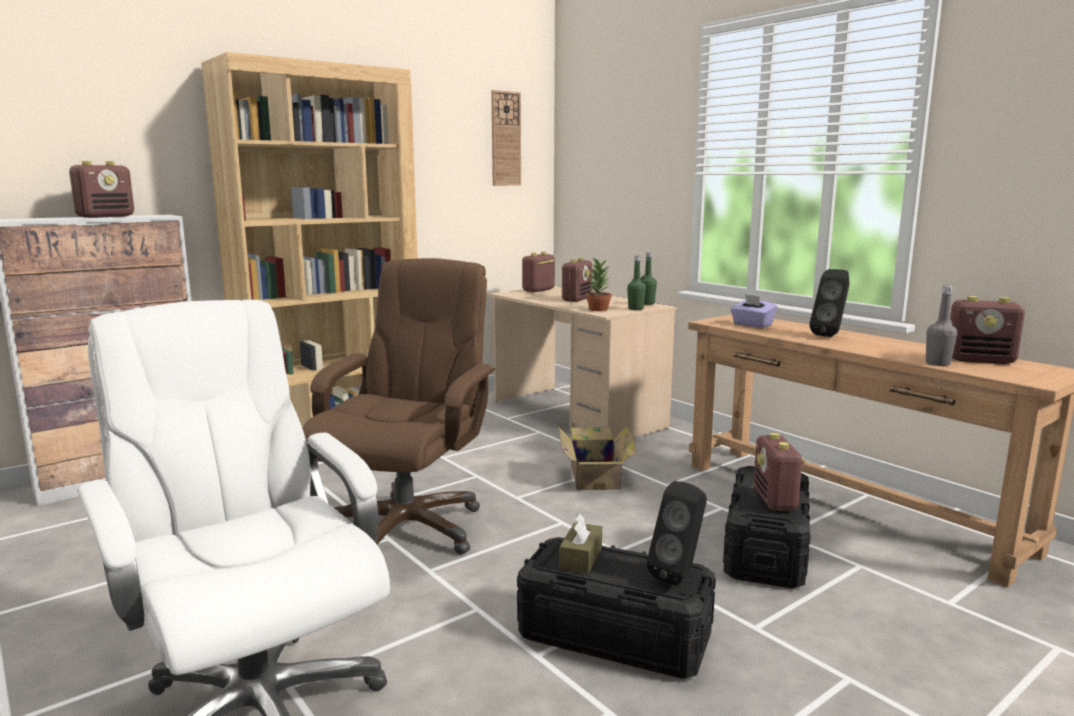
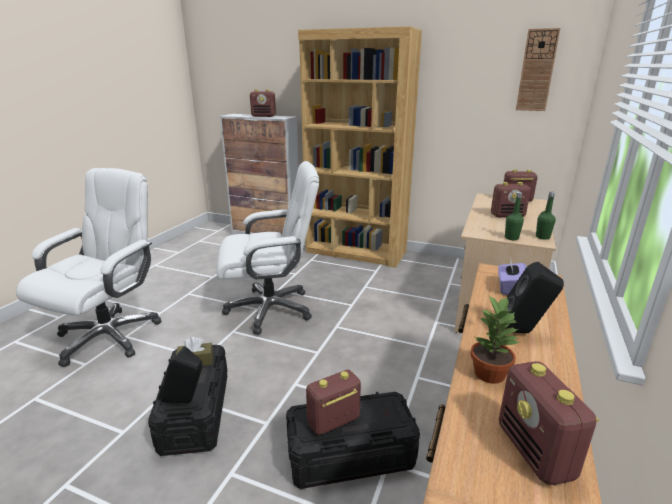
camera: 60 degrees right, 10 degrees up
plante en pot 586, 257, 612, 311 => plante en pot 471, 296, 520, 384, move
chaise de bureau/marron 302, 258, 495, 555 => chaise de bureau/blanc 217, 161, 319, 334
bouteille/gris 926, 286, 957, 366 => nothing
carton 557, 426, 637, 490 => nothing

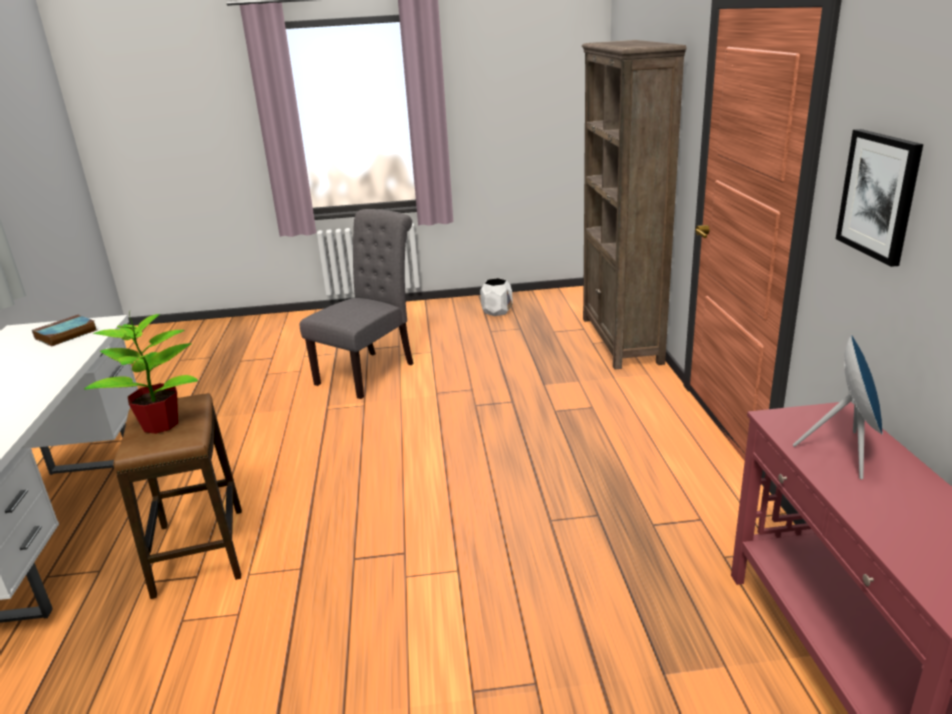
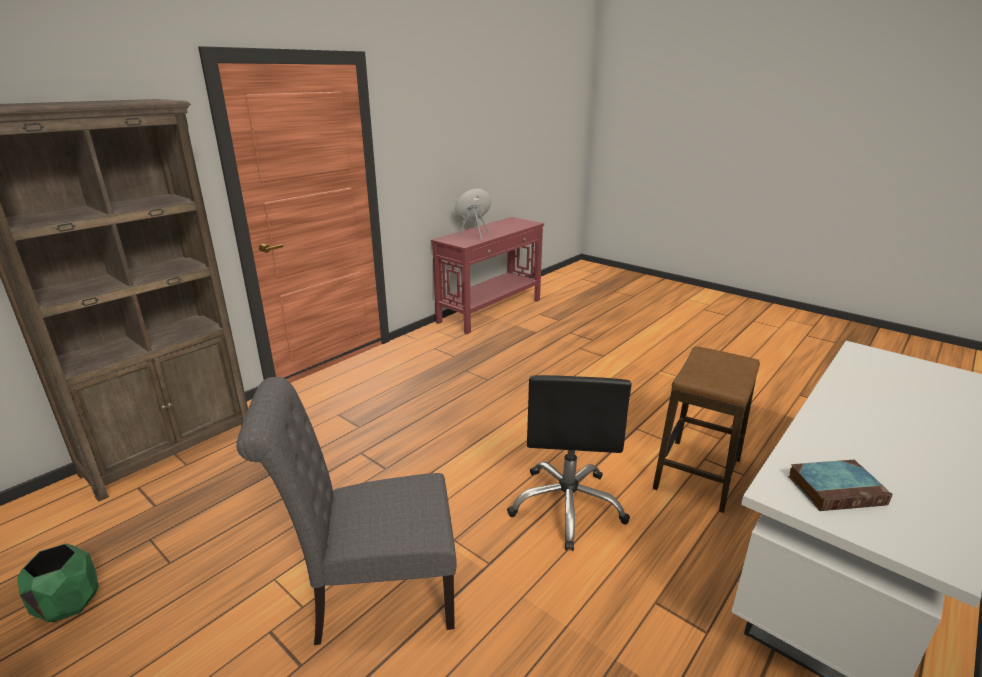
camera: 135 degrees left, 0 degrees up
tableau 836, 129, 923, 267 => nothing
cache-pot/blanc 480, 278, 513, 316 => cache-pot/vert 17, 544, 99, 622
plante en pot 84, 312, 198, 434 => nothing
nothing => chaise de bureau/noir 507, 375, 632, 551

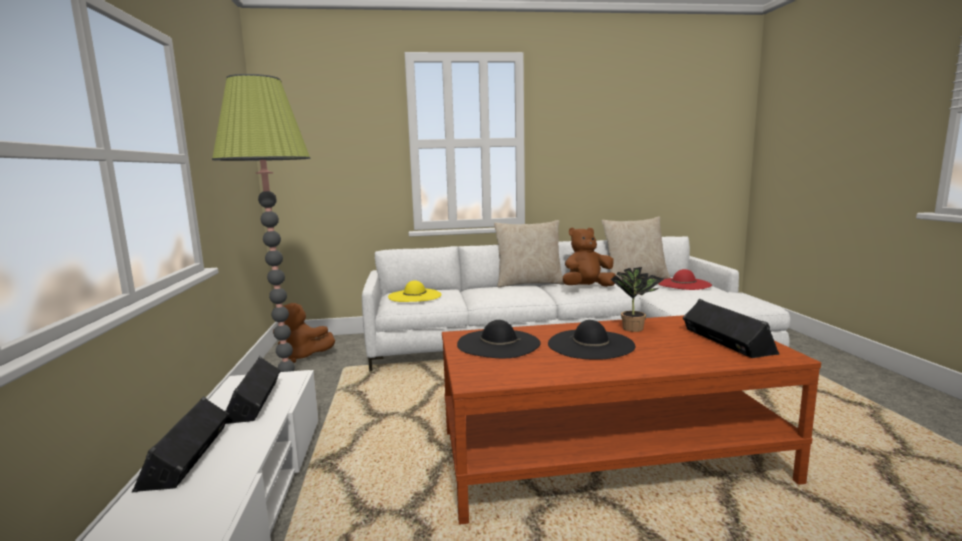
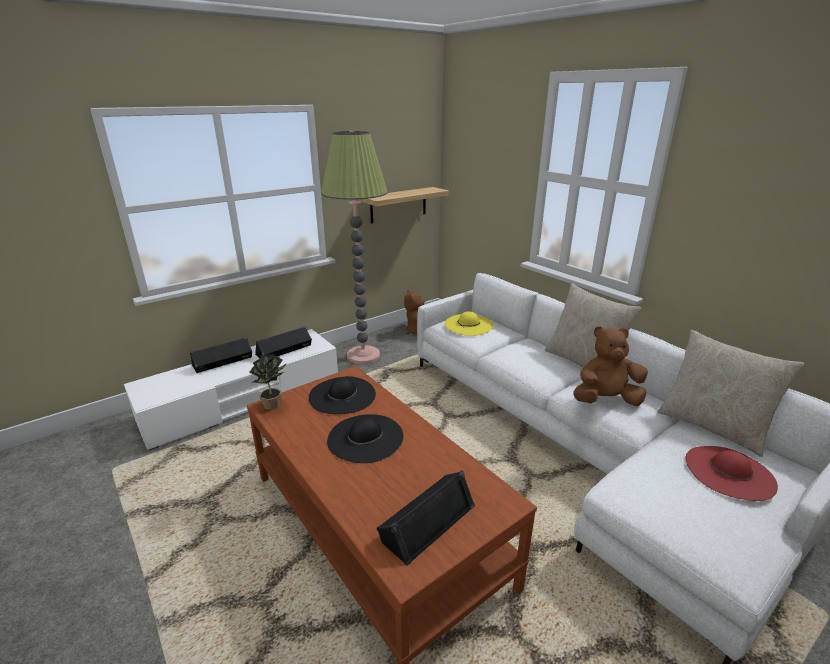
camera: 60 degrees right, 15 degrees up
peluche/marron 563, 227, 615, 287 => peluche/marron 573, 326, 648, 406, 45 degrees counterclockwise
plante en pot 611, 267, 664, 332 => plante en pot 249, 354, 287, 410, move
nothing => étagère 361, 187, 449, 224

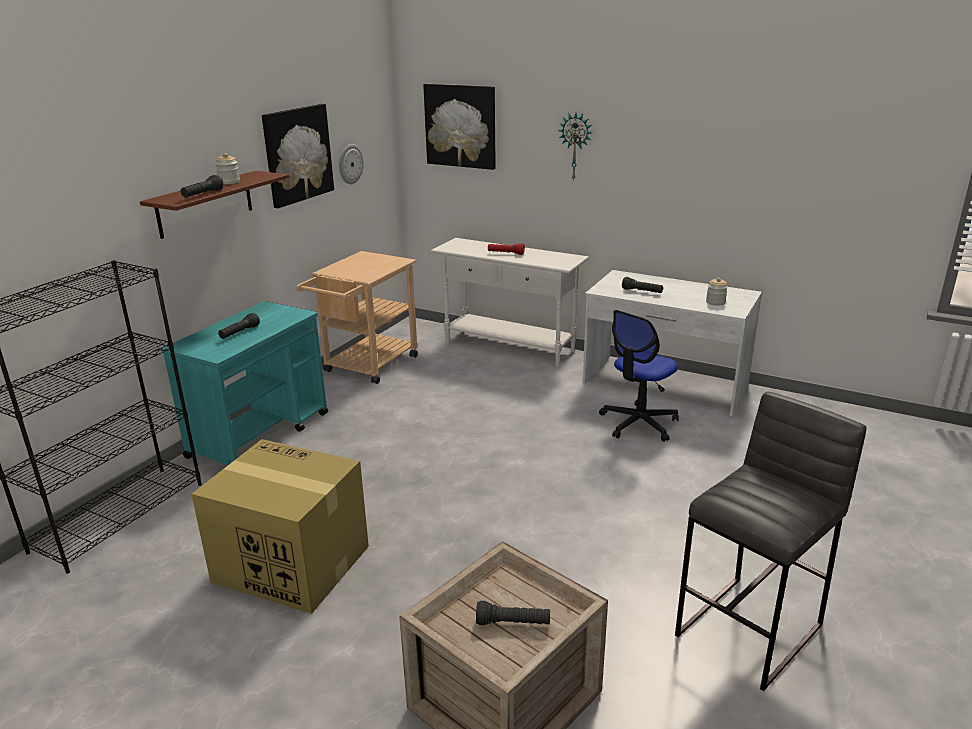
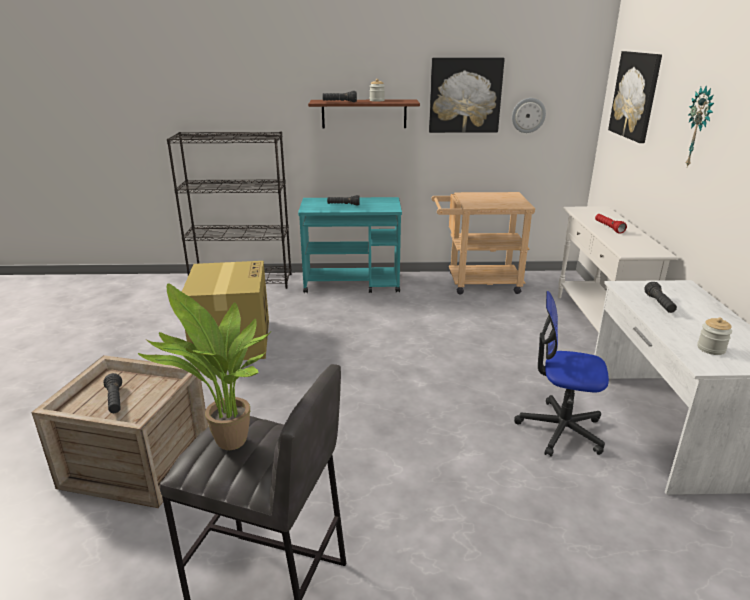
camera: 60 degrees right, 0 degrees up
nothing => plante en pot 138, 283, 272, 450

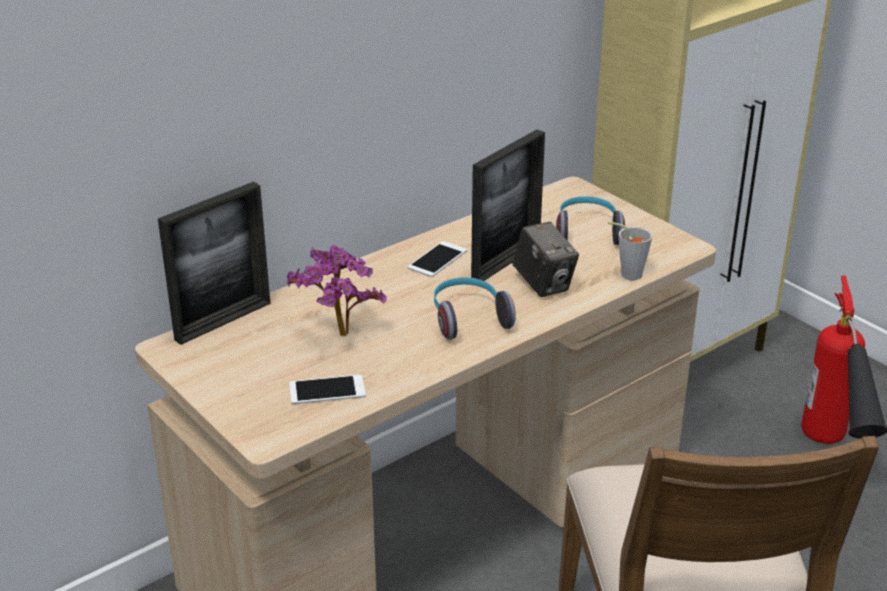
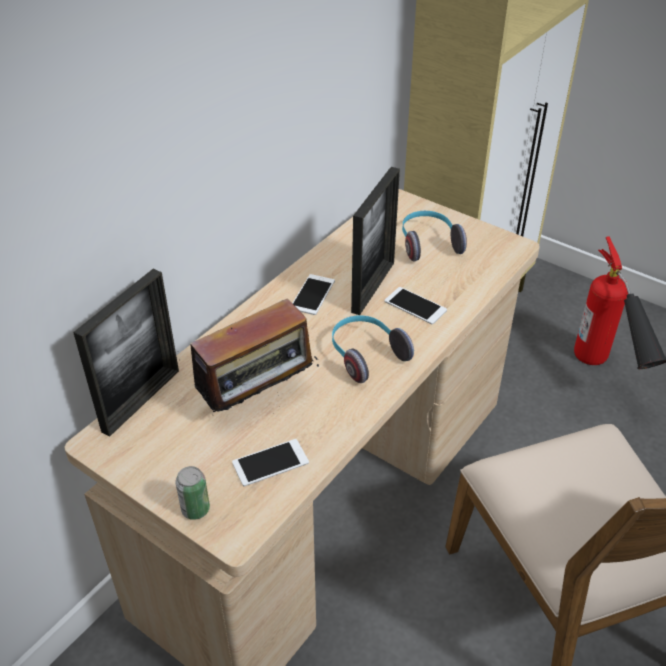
camera: 15 degrees left, 10 degrees up
appareil photo 513, 222, 579, 297 => téléphone 384, 287, 447, 325
tasse/gris 608, 222, 652, 280 => nothing
plante en pot 287, 245, 386, 336 => radio 179, 299, 319, 412
nothing => boîte métallique 176, 466, 210, 520

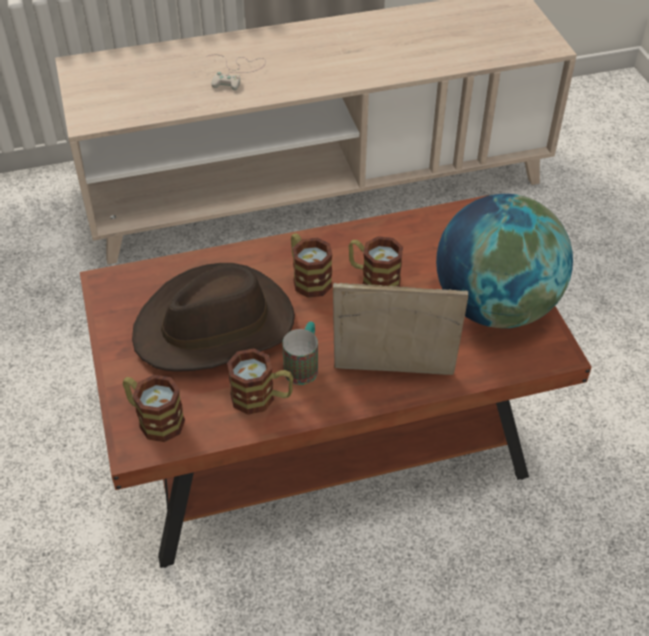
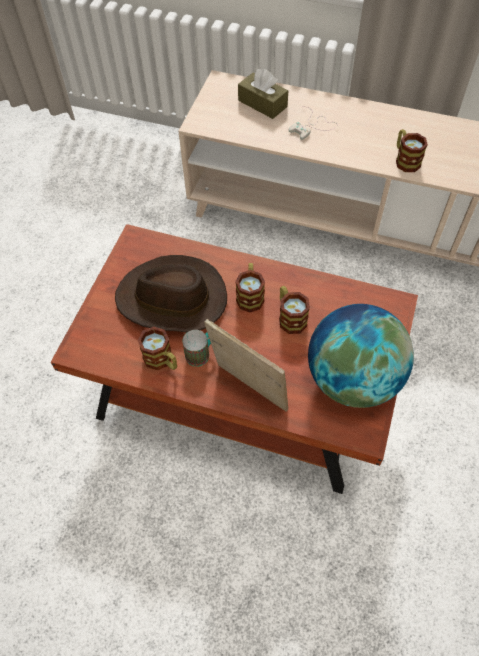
camera: 35 degrees right, 10 degrees up
mug 123, 375, 185, 442 => mug 396, 129, 428, 172, move
nothing => boîte à mouchoirs/marron 238, 69, 288, 119

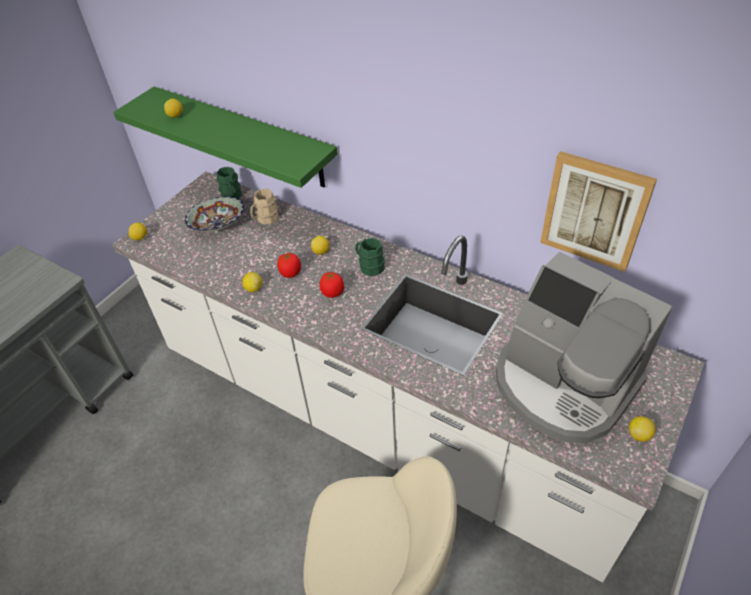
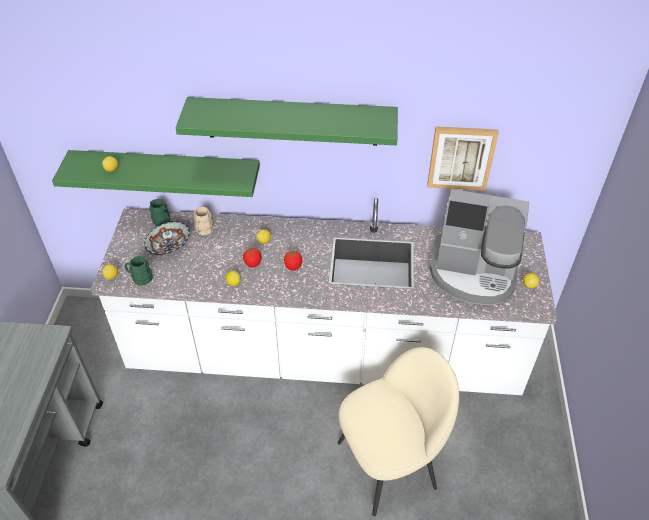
camera: 30 degrees left, 0 degrees up
mug/vert 355, 238, 385, 276 => mug/vert 125, 256, 153, 286, move
nothing => étagère/vert 176, 97, 398, 146

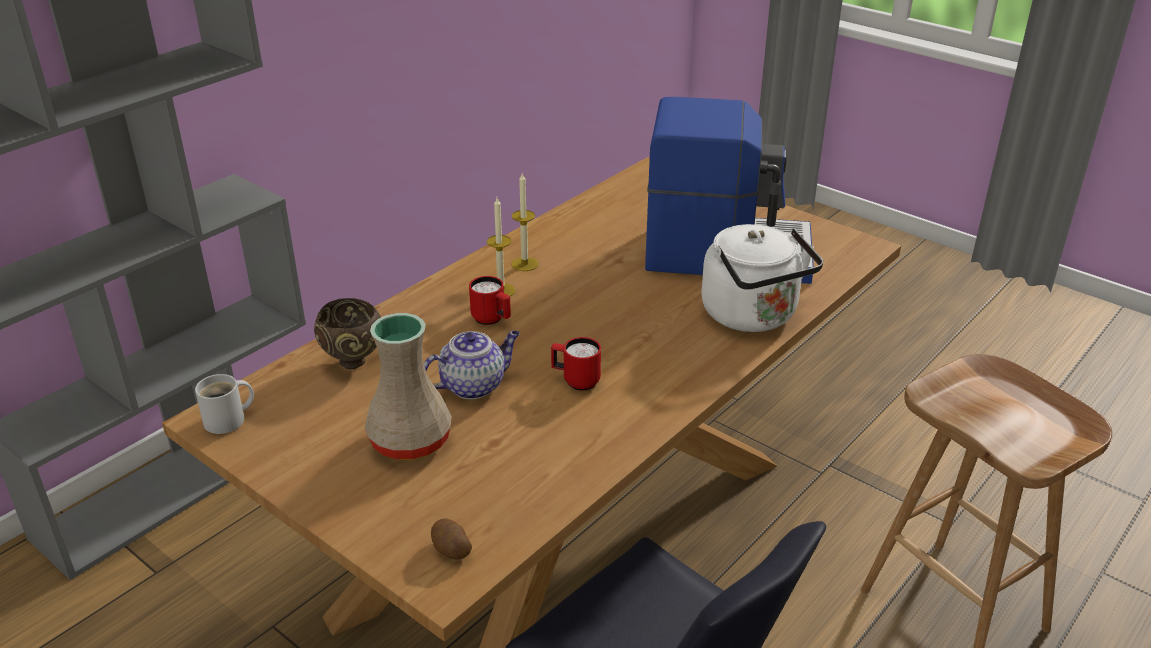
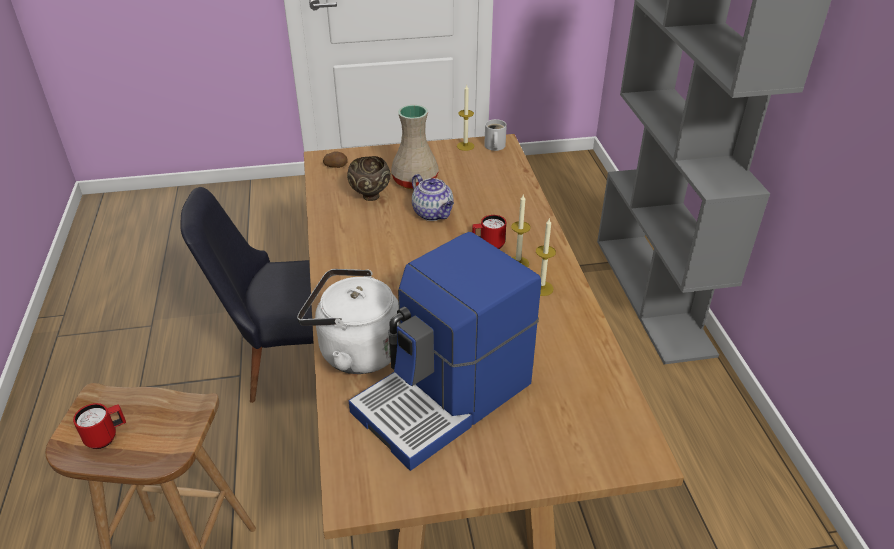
camera: 130 degrees right, 5 degrees up
bol/marron 314, 298, 381, 369 => bol/marron 347, 156, 391, 201, move
théière 424, 331, 520, 399 => théière 412, 174, 454, 221, 45 degrees counterclockwise
mug/rouge 551, 337, 601, 391 => mug/rouge 73, 403, 126, 449, move
nothing => bougie 457, 85, 475, 151

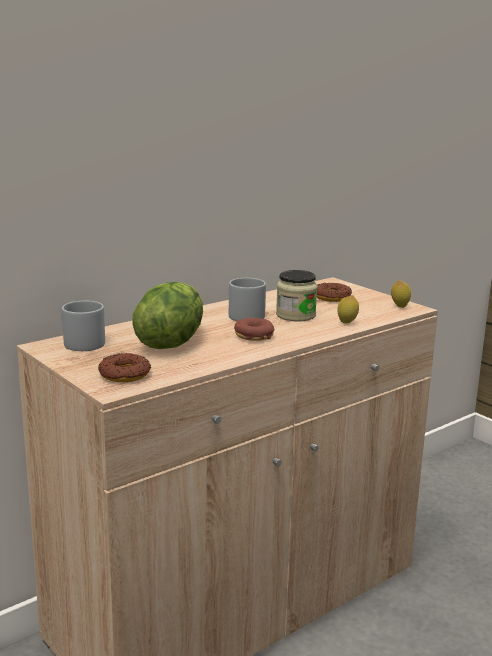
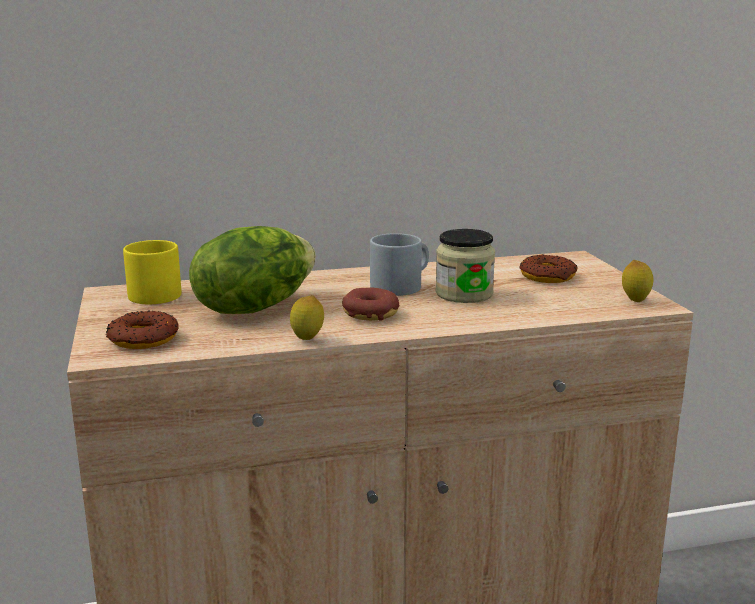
camera: 25 degrees right, 0 degrees up
citron 337, 295, 359, 323 => citron 290, 295, 324, 340, move
mug/gris 61, 301, 105, 351 => mug/jaune 123, 240, 181, 304

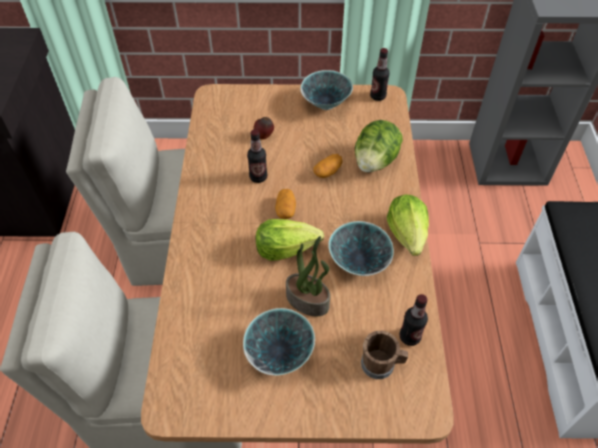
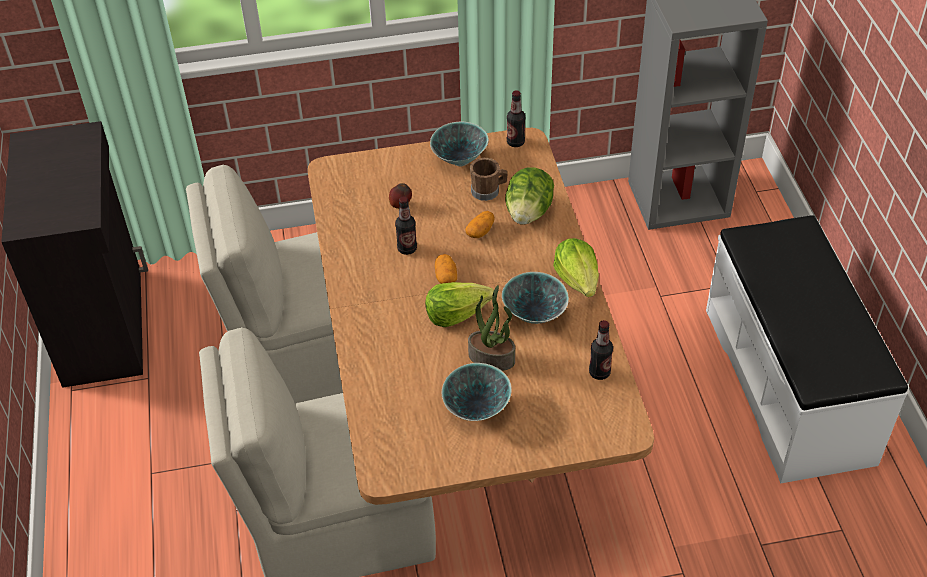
camera: 10 degrees left, 5 degrees down
mug/marron 361, 331, 408, 379 => mug/marron 470, 158, 507, 201, move

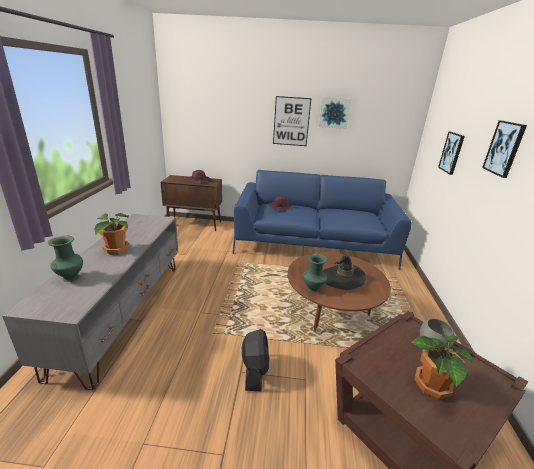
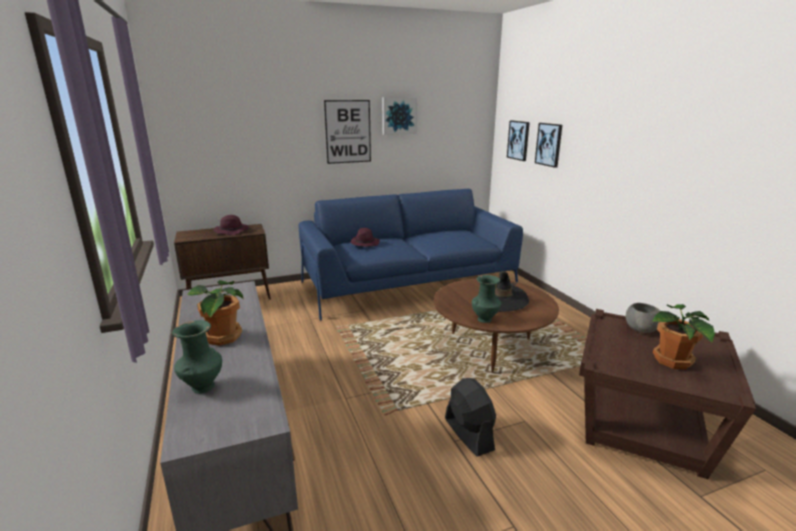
camera: 25 degrees left, 5 degrees down
tableau 482, 120, 527, 178 => tableau 507, 121, 530, 161, move

